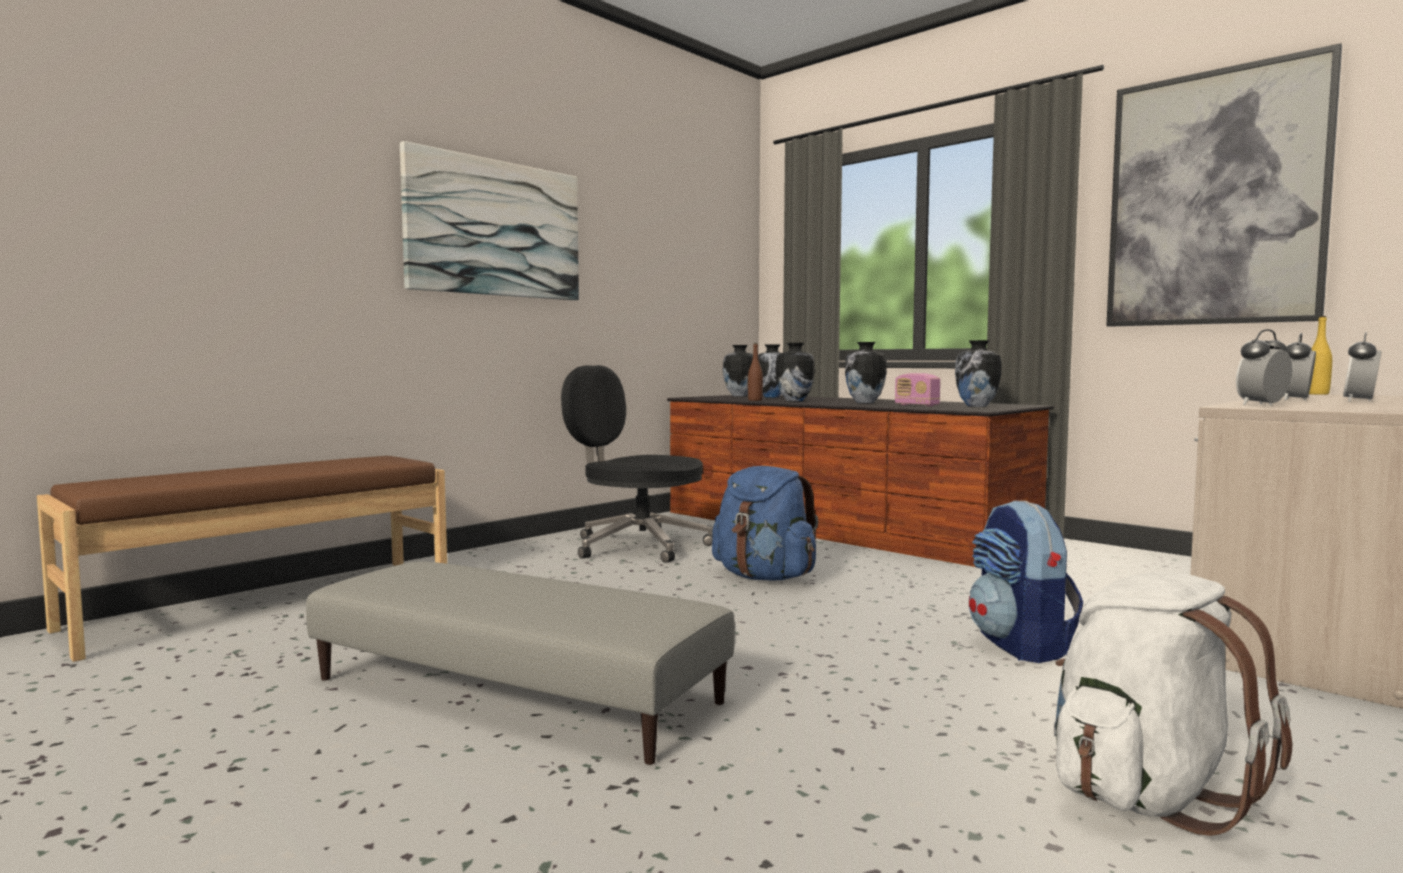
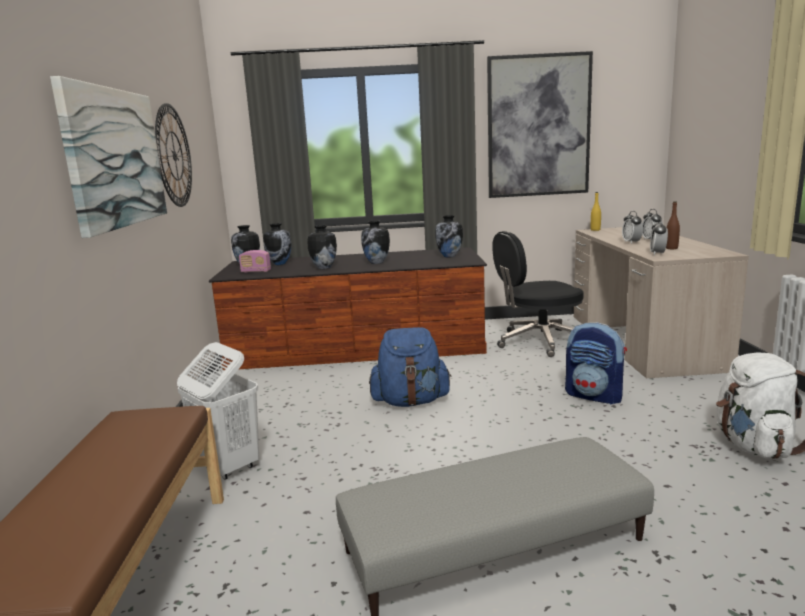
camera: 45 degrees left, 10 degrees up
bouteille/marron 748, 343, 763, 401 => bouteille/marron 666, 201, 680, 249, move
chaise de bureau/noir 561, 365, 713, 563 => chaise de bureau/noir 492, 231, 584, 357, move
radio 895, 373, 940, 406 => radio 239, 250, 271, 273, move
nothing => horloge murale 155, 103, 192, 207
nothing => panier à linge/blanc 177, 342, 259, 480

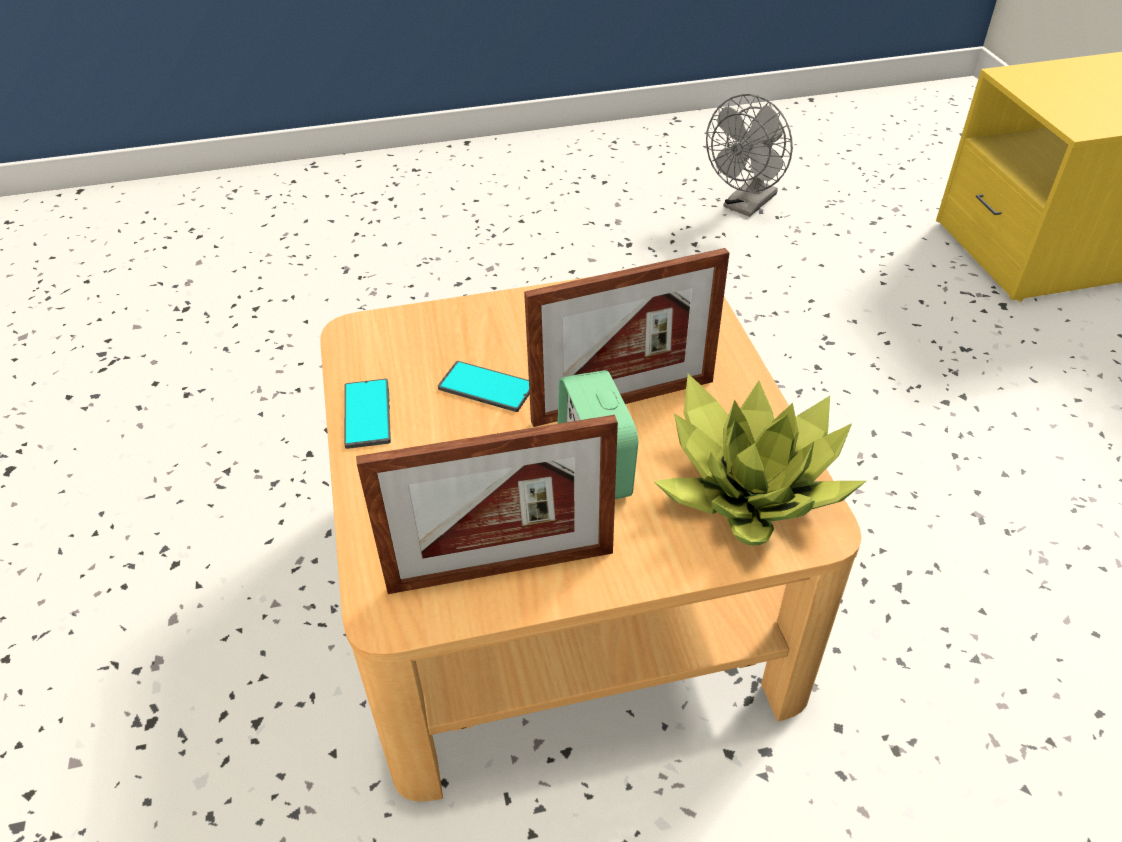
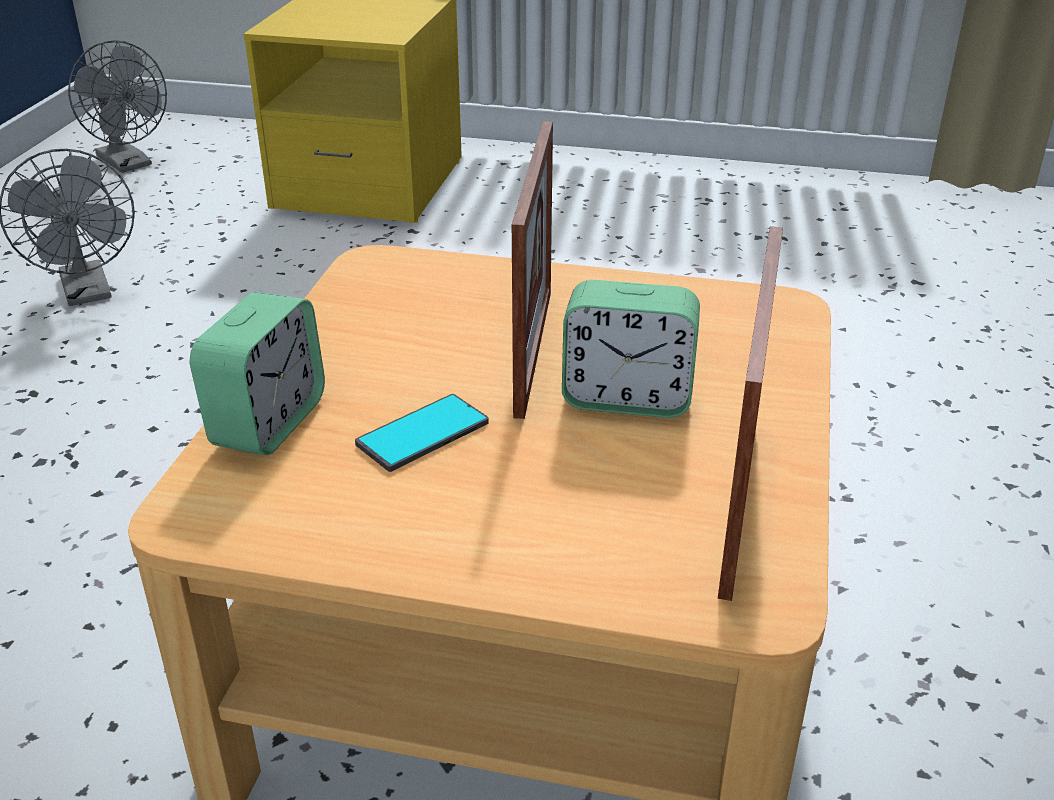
camera: 65 degrees left, 10 degrees down
plante en pot 654, 373, 866, 546 => nothing
téléphone 344, 379, 391, 449 => nothing
nothing => ventilateur/gris 68, 40, 167, 173
nothing => réveil 190, 292, 325, 455

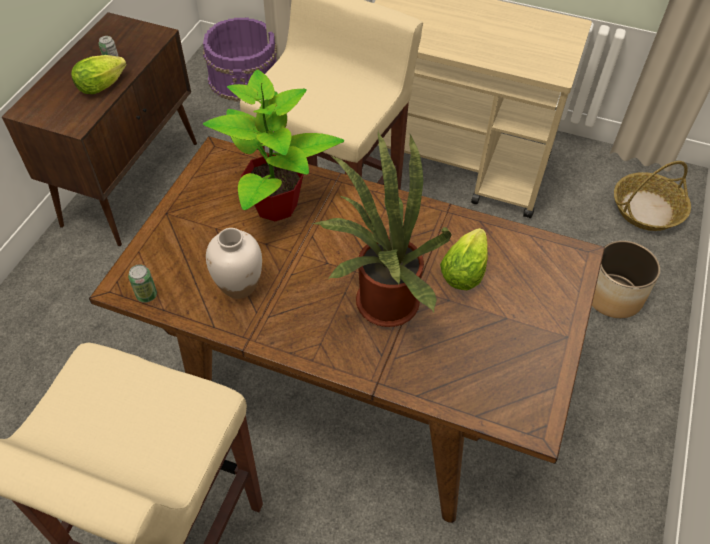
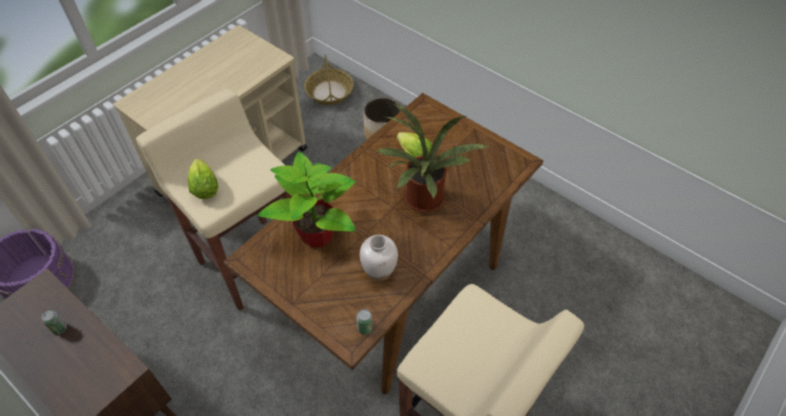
camera: 70 degrees left, 0 degrees up
laitue 71, 55, 127, 94 => laitue 188, 158, 219, 199, move

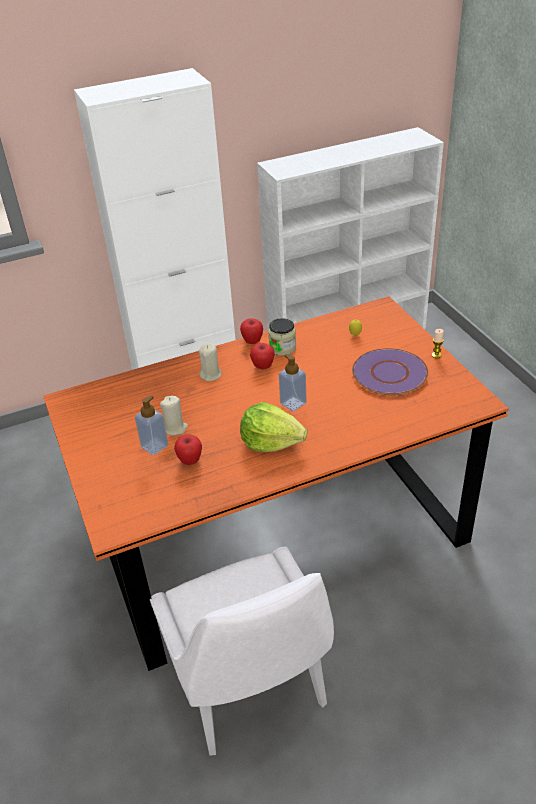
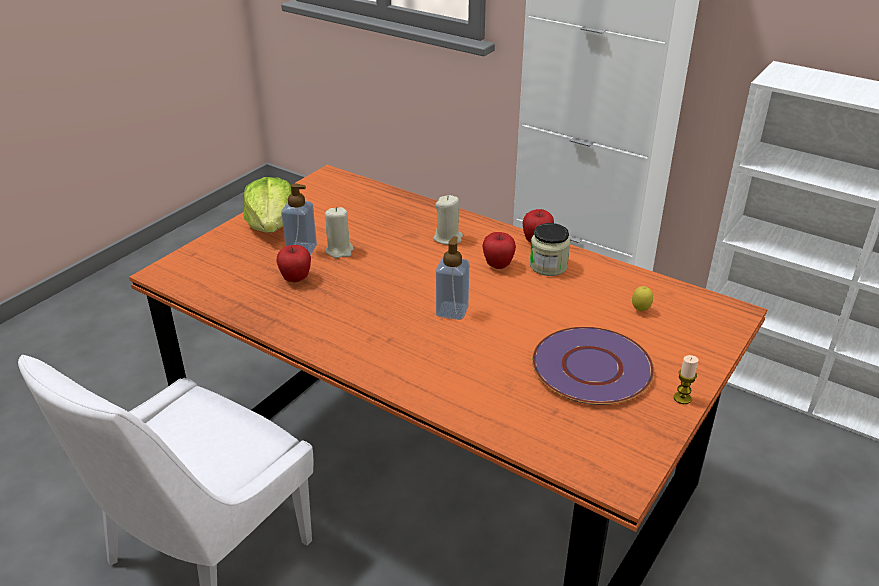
camera: 55 degrees right, 5 degrees down
laitue 240, 402, 307, 452 => laitue 243, 177, 292, 233, move

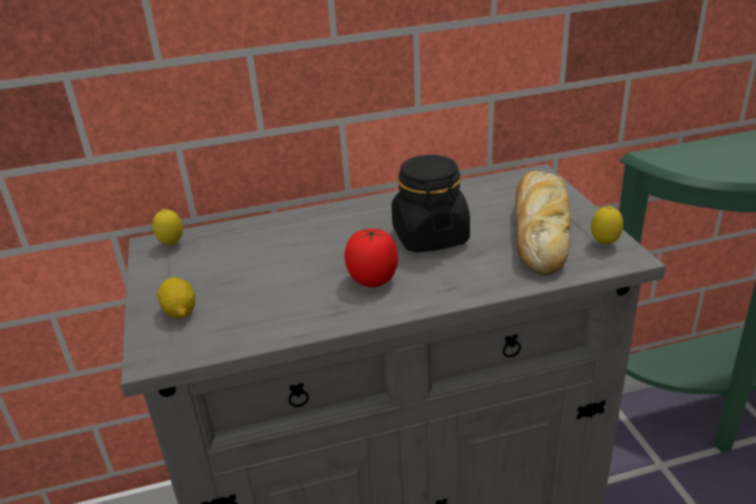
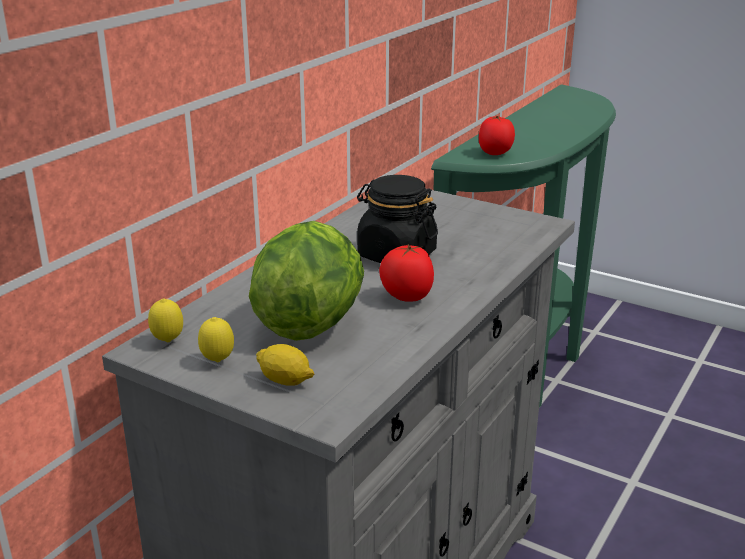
camera: 45 degrees left, 5 degrees down
pain 516, 171, 570, 275 => nothing
citron 591, 206, 623, 245 => citron 198, 317, 234, 362, move
nothing => tomate 479, 116, 515, 155
nothing => laitue 249, 221, 364, 341

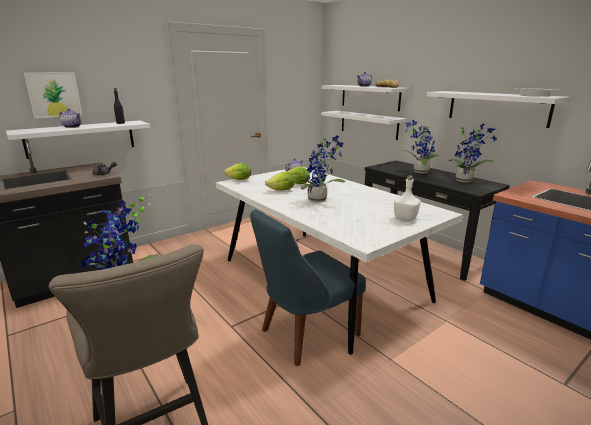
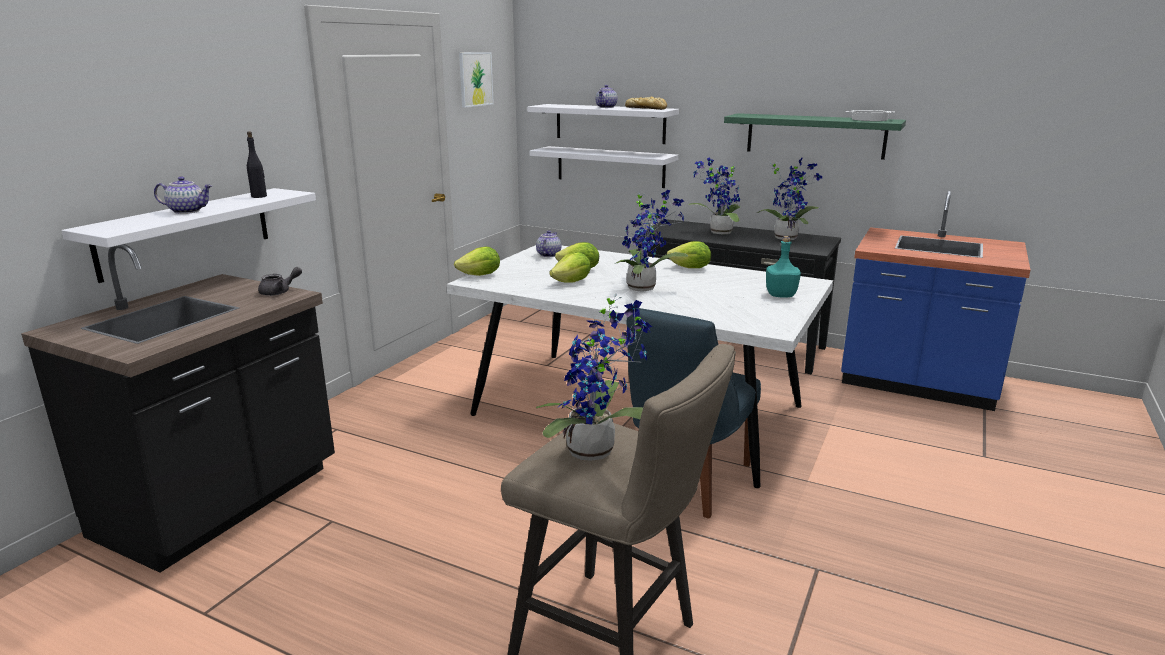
camera: 25 degrees left, 0 degrees up
tableau 23, 72, 83, 118 => tableau 459, 52, 494, 108, move
étagère/blanc 427, 91, 570, 128 => étagère/vert 724, 113, 906, 160
bouteille/blanc 394, 176, 421, 221 => bouteille/turquoise 766, 236, 801, 298
nothing => laitue 667, 241, 711, 268

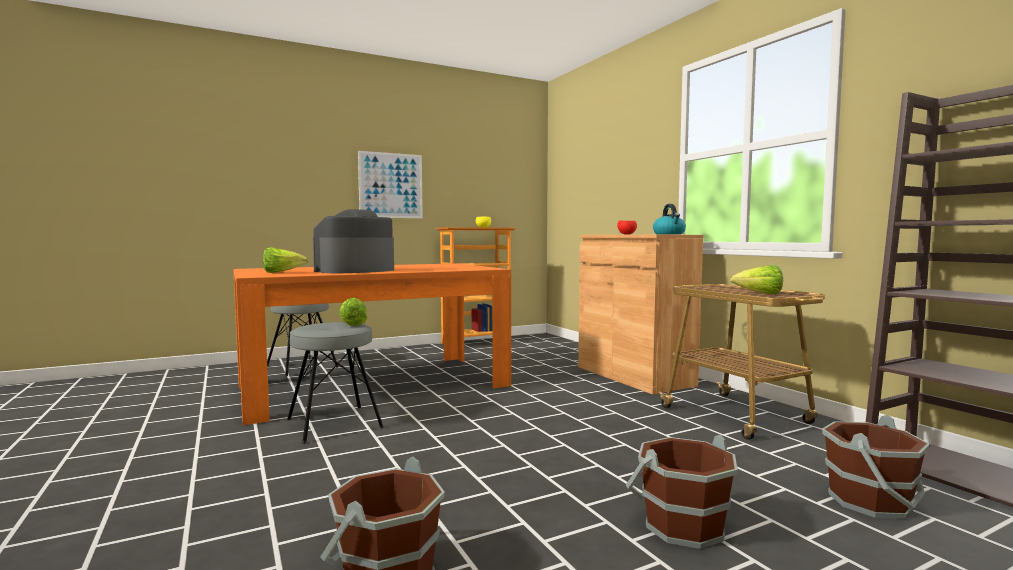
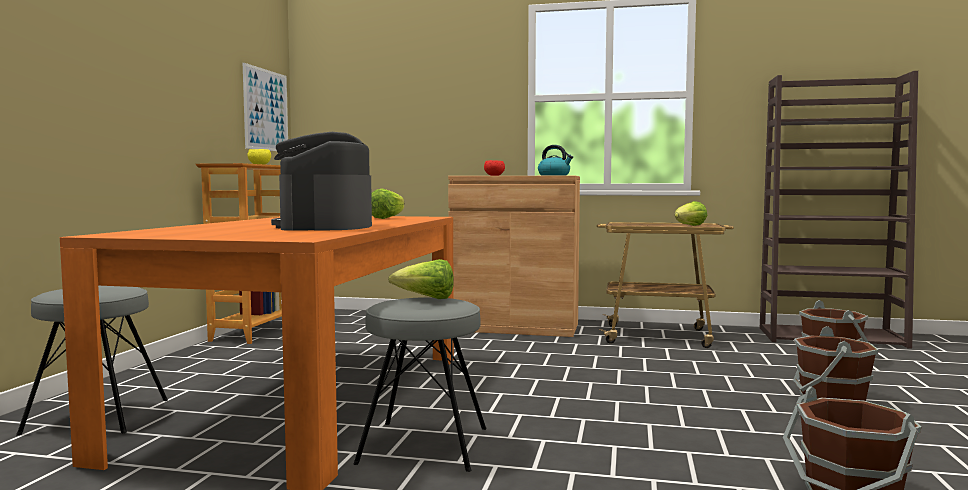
camera: 50 degrees left, 0 degrees up
tableau 358, 151, 423, 218 => tableau 243, 63, 288, 151, move
laitue 263, 247, 308, 273 => laitue 371, 188, 404, 219, move

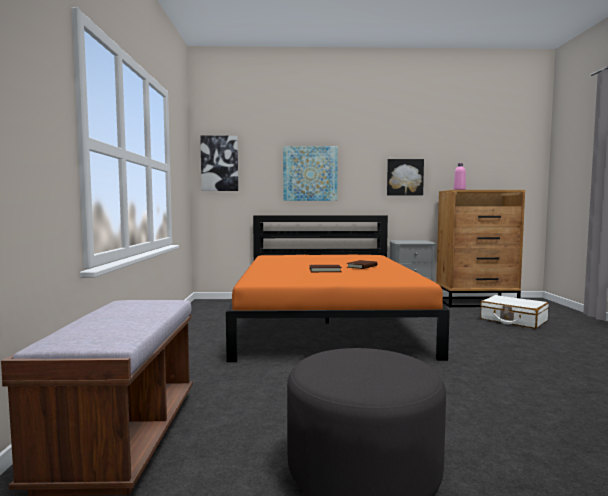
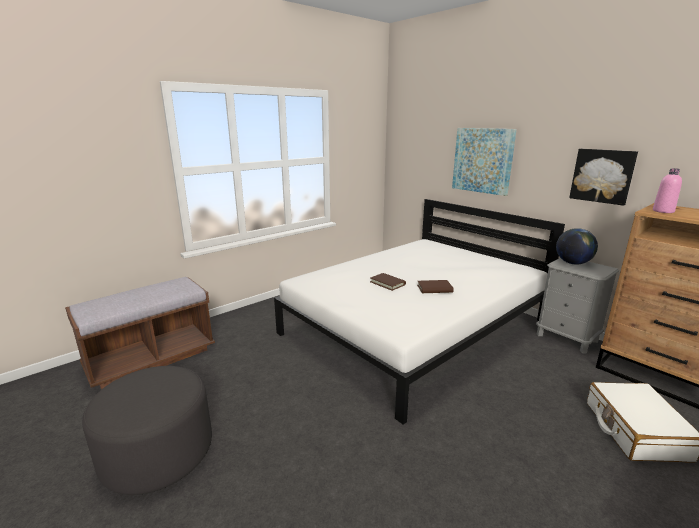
camera: 50 degrees right, 15 degrees up
tableau 200, 136, 238, 191 => nothing
lit/orange 226, 215, 450, 362 => lit/blanc 274, 199, 565, 425
nothing => globe 556, 228, 598, 264

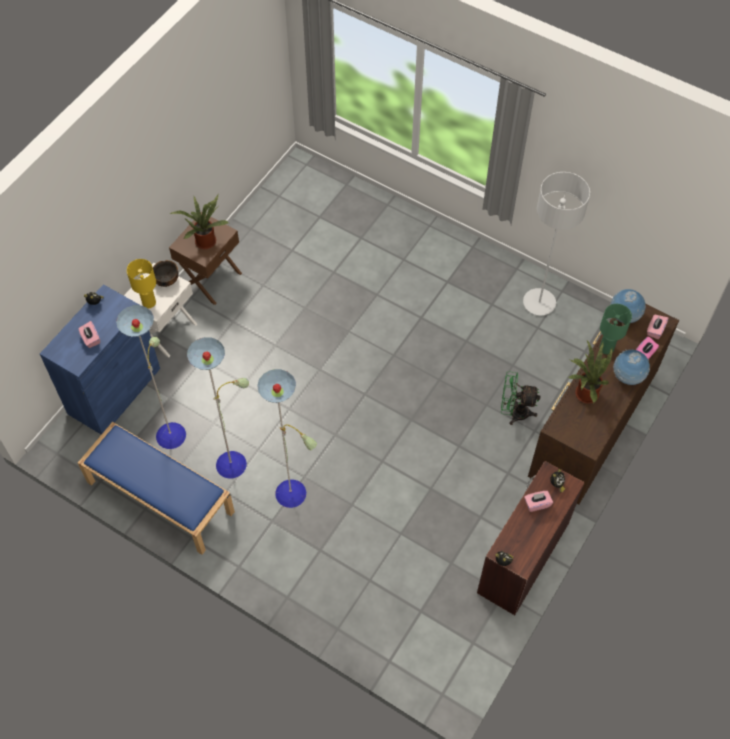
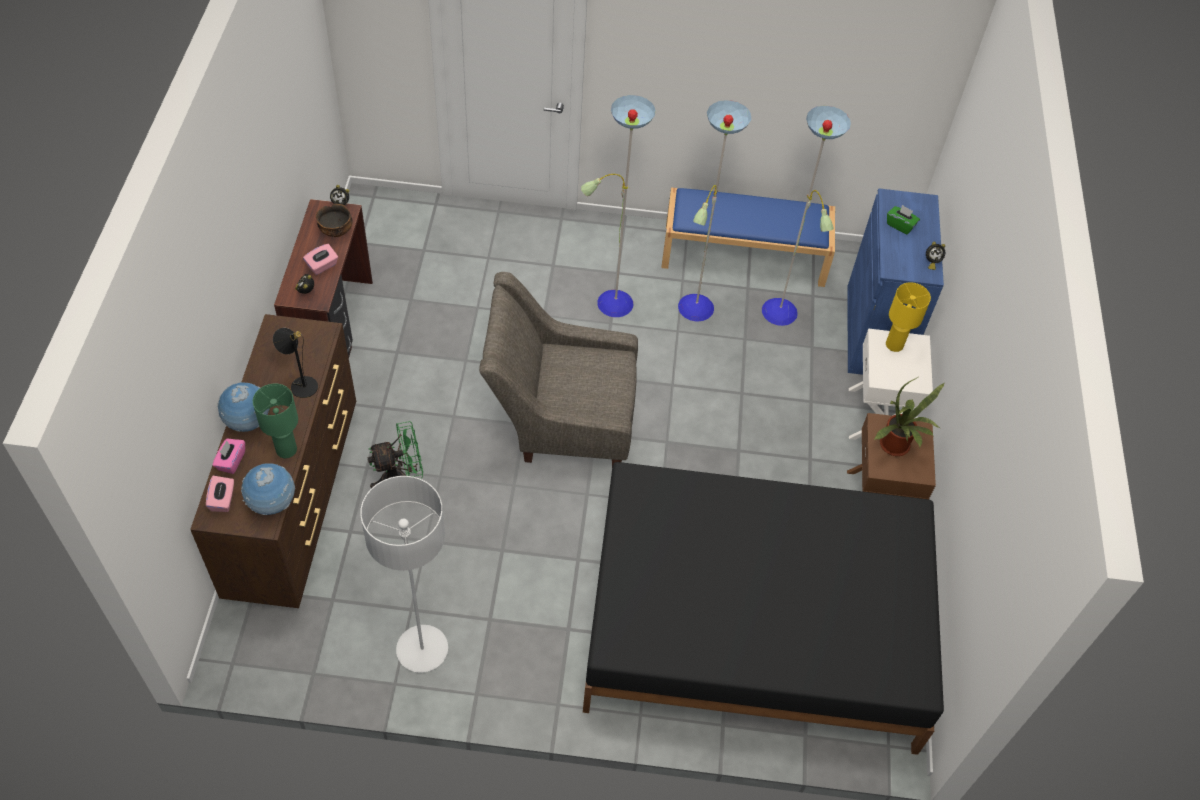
camera: 150 degrees right, 5 degrees down
bol 153, 260, 179, 287 => bol 316, 204, 353, 237, move
boîte à mouchoirs/rose 78, 321, 100, 348 => boîte à mouchoirs/vert 887, 205, 920, 234
plante en pot 568, 341, 612, 403 => lampe de table/noir 273, 328, 318, 398
nothing => fauteuil/gris 479, 272, 638, 466
nothing => lit/noir 583, 462, 944, 755

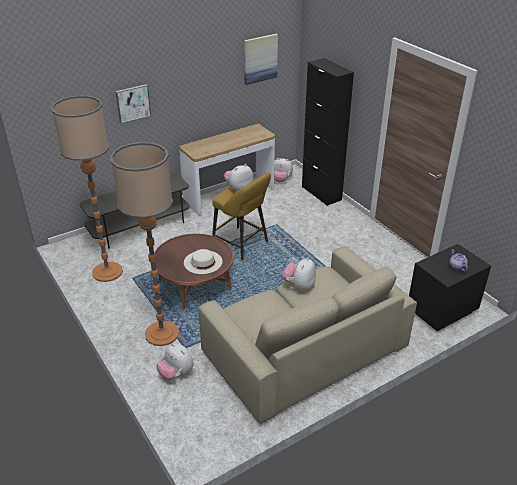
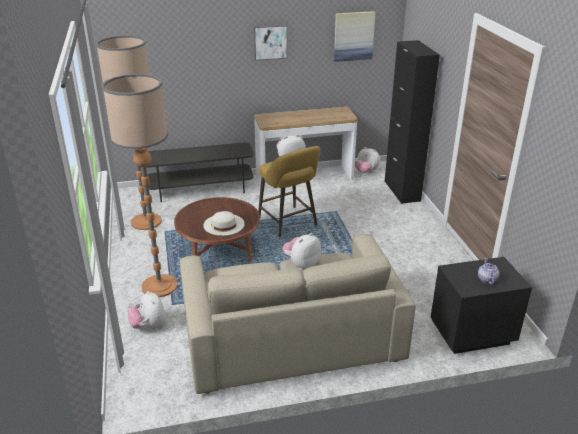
camera: 20 degrees right, 5 degrees down
tableau 116, 84, 151, 123 => tableau 254, 25, 287, 61, move

